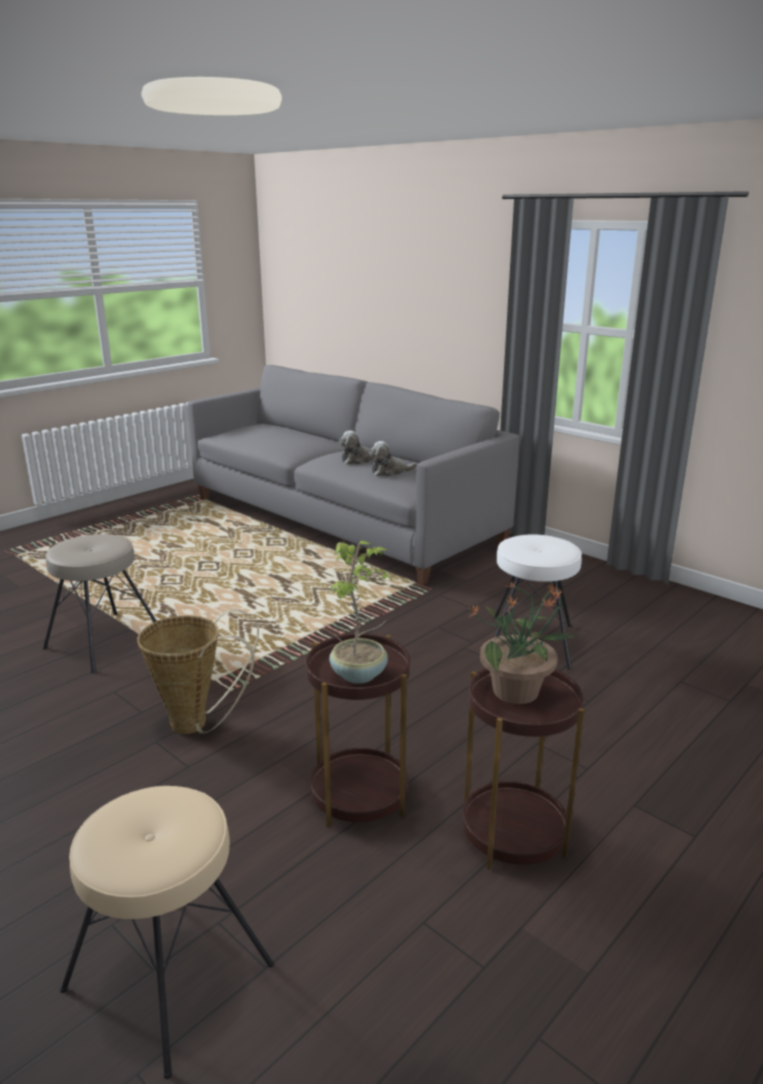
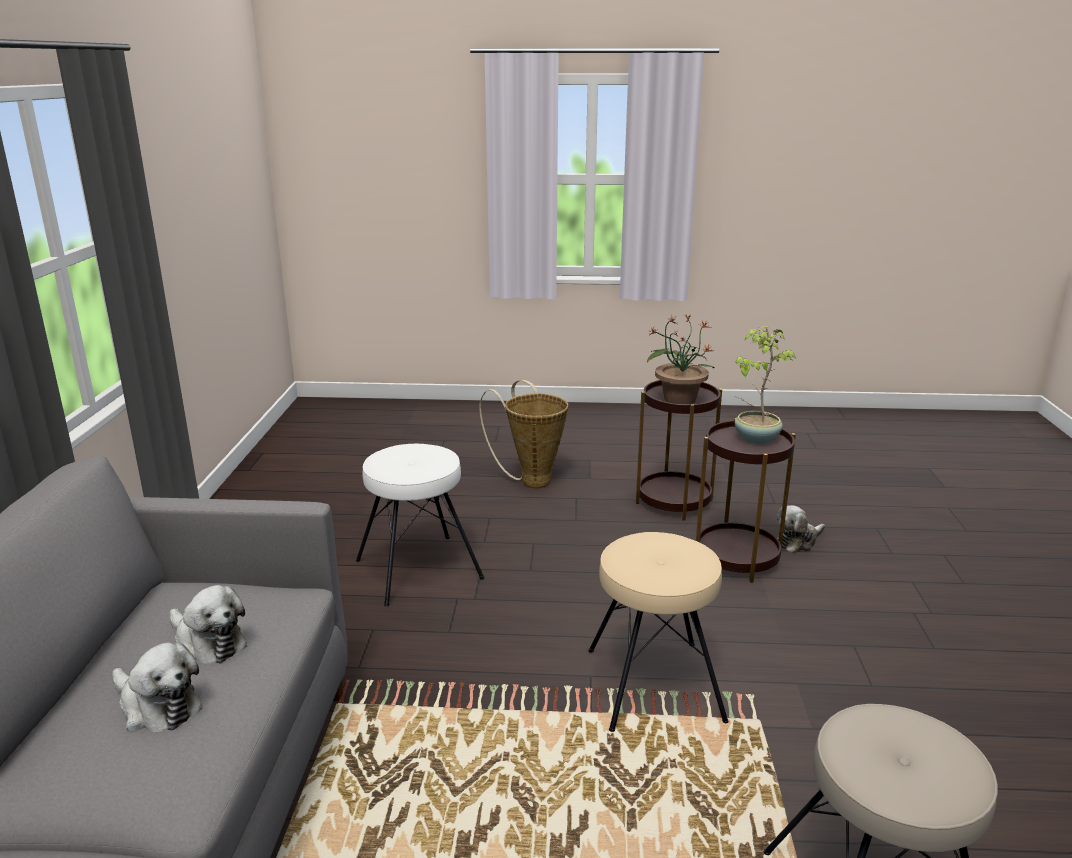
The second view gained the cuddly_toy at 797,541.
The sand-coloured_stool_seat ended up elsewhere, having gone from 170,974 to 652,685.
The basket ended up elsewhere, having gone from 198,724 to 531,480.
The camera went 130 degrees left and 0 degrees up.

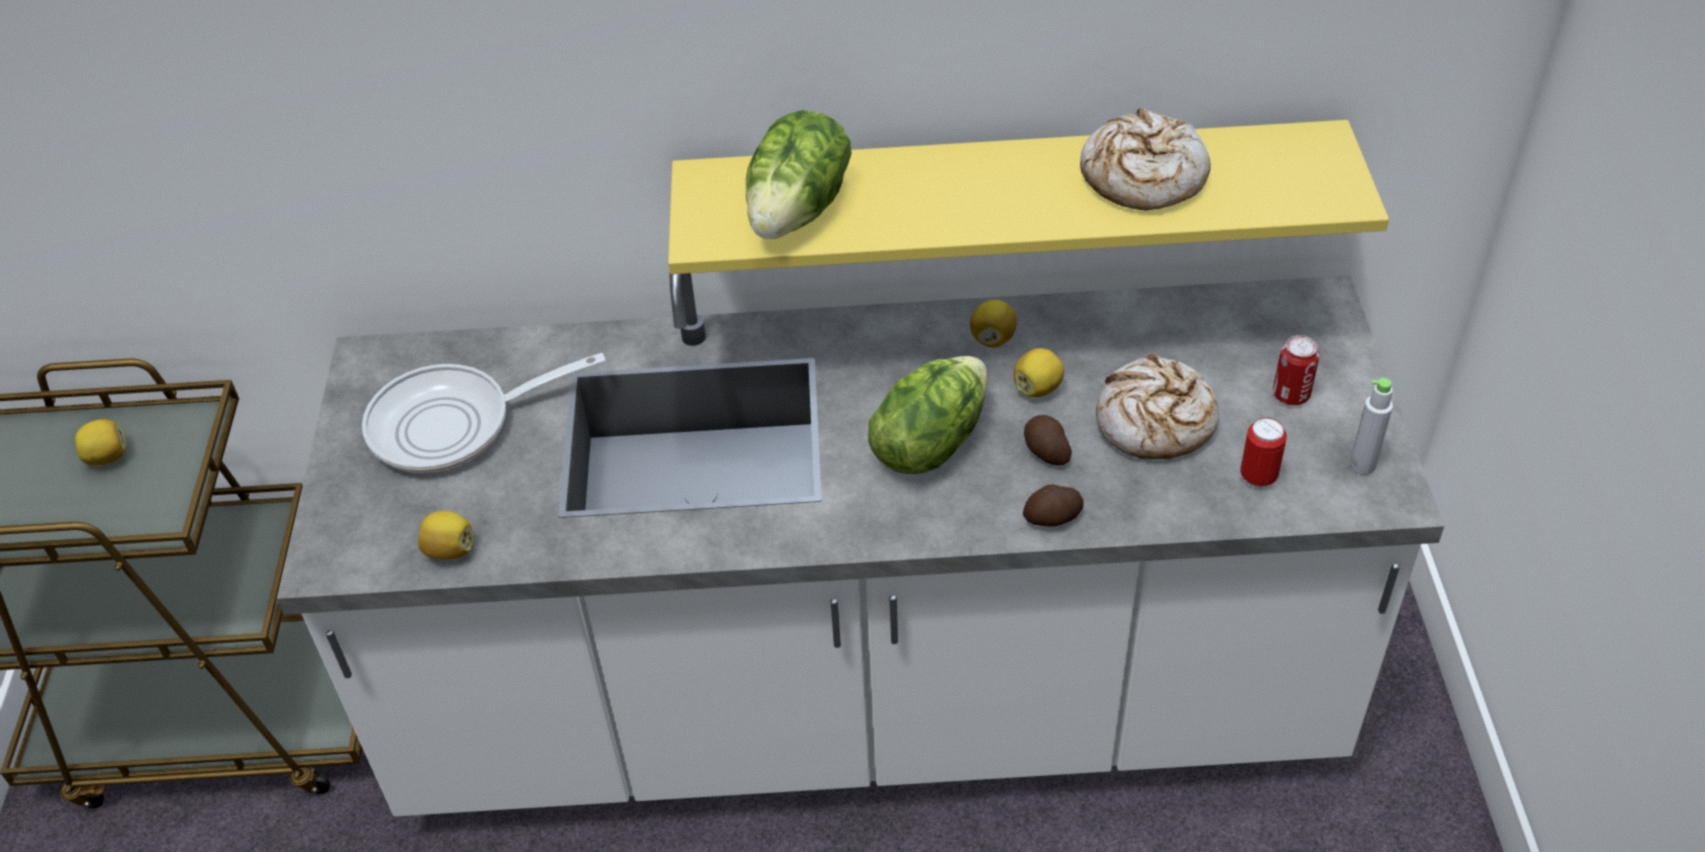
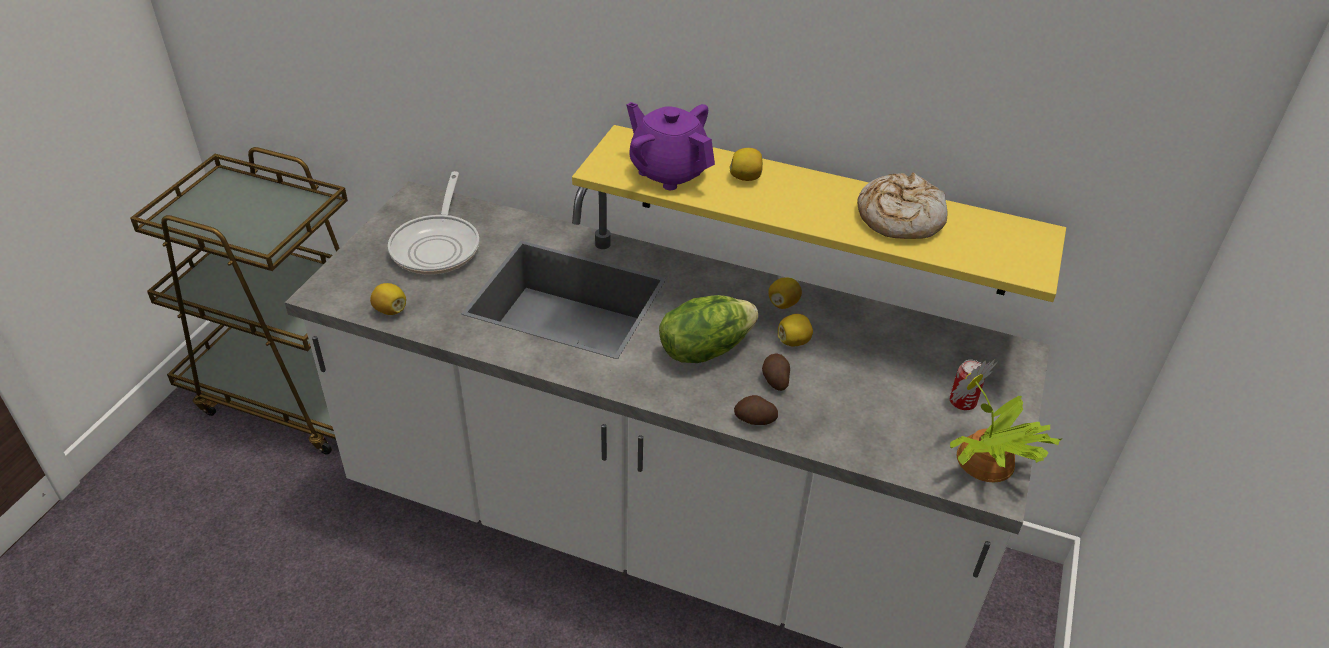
The second view lost the bakery_bread at 1154,422.
The second view lost the can at 1258,477.
The lemon ended up elsewhere, having gone from 108,457 to 746,177.
Where the lettuce stood at 800,210, the purple_tea_pot came to stand at 669,172.
Where the gray_bottle stood at 1362,465, the potted_plant came to stand at 986,463.
The pan at 454,425 ended up facing another way, 90 degrees counterclockwise from before.
The camera went 20 degrees right and 5 degrees down.

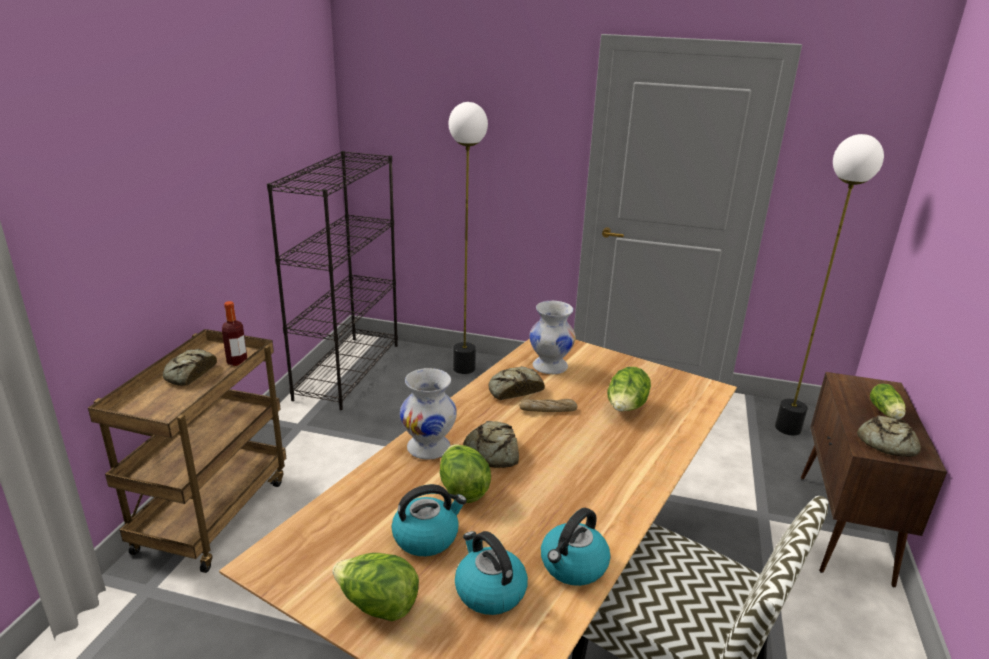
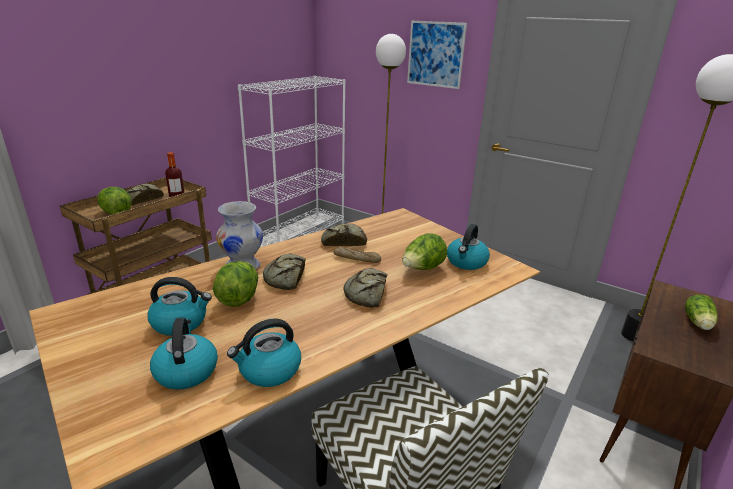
The second view lost the whitish_flower_vase at 550,367.
The second view gained the wall_picture at 435,54.
The second view gained the water_kettle at 466,262.
The lettuce ended up elsewhere, having gone from 377,606 to 116,213.
The bakery_bread ended up elsewhere, having gone from 885,443 to 367,294.
What was the black_bookcase at 348,370 turned into the whitish_bookcase at 300,233.
The camera went 20 degrees right and 0 degrees up.

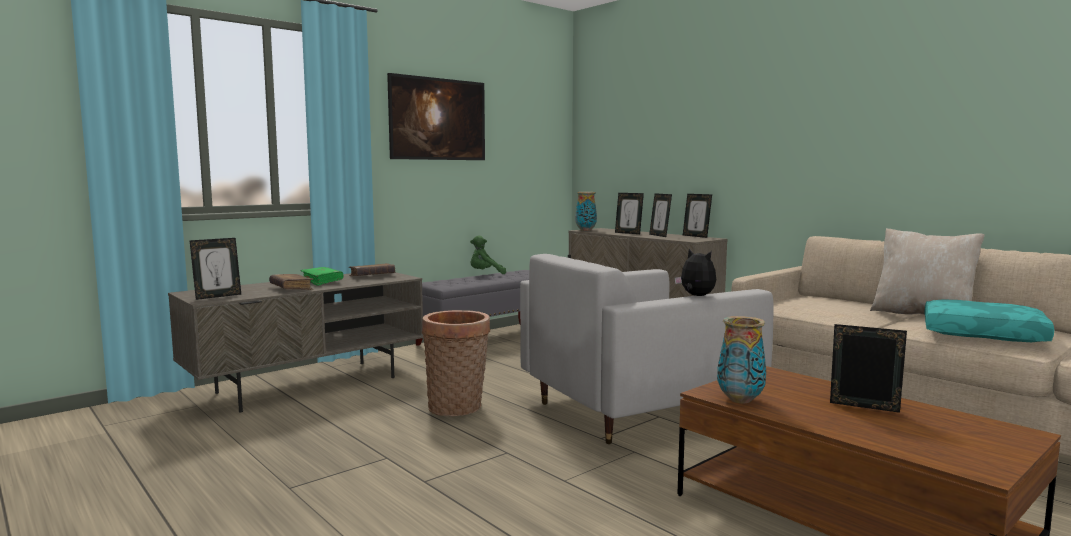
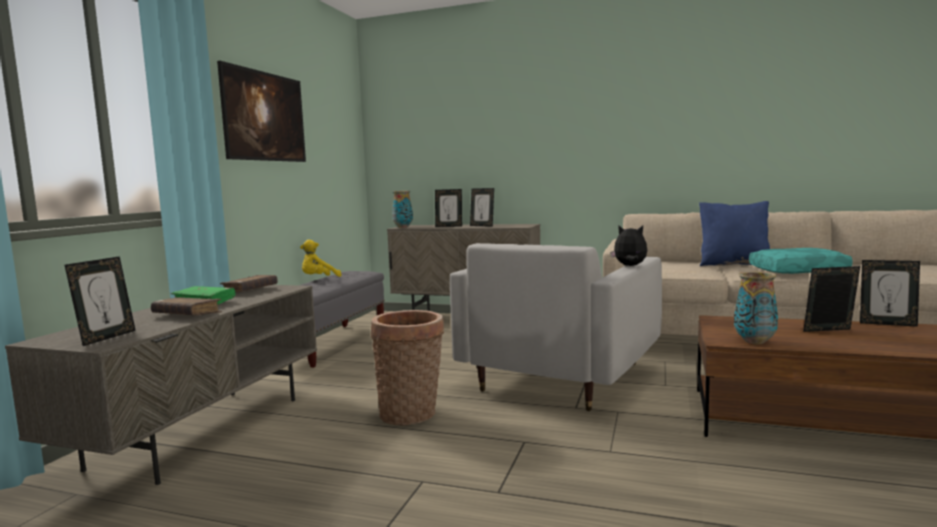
The picture_frame ended up elsewhere, having gone from 696,236 to 887,324.
What was the green-coloured_cuddly_toy at 485,274 turned into the yellow-coloured_cuddly_toy at 318,279.
What was the sand-coloured_pillow at 922,315 turned into the blue_pillow at 733,264.
The camera went 30 degrees left and 0 degrees up.

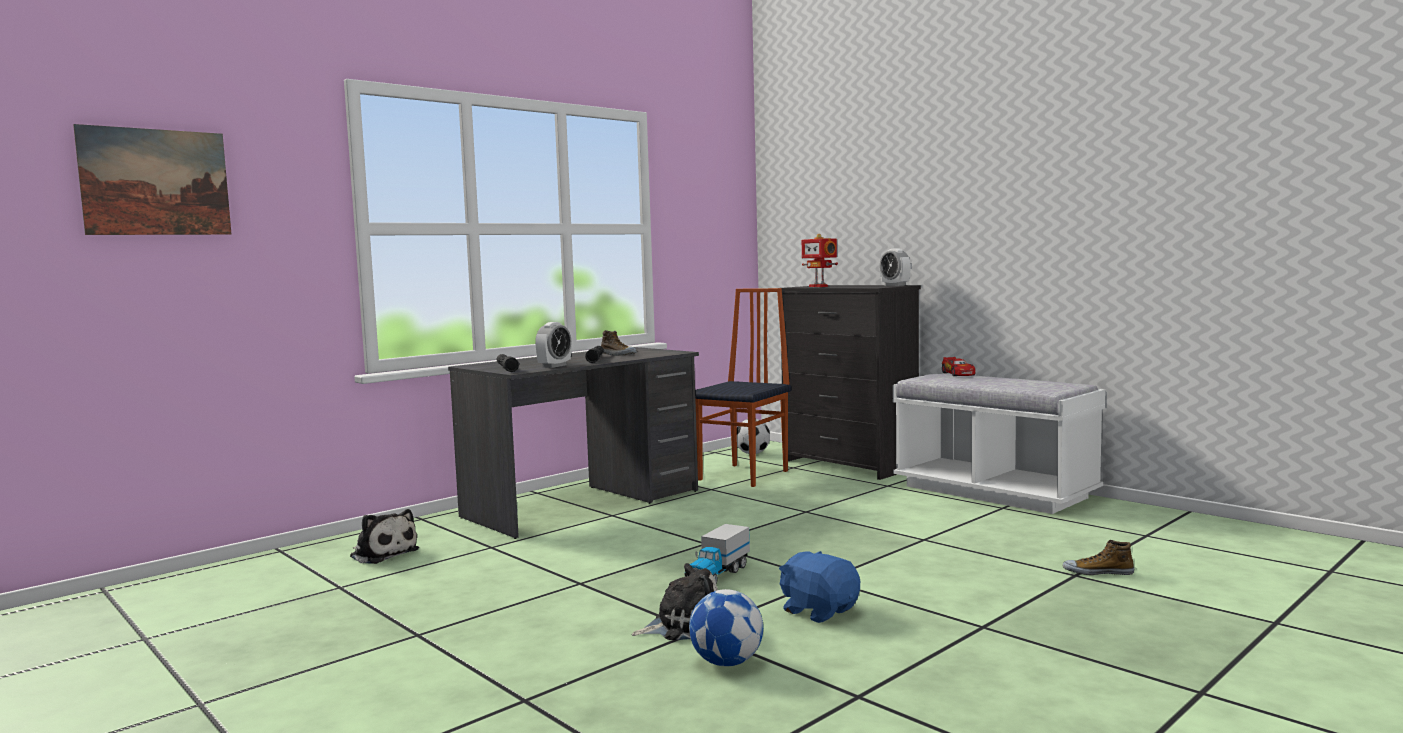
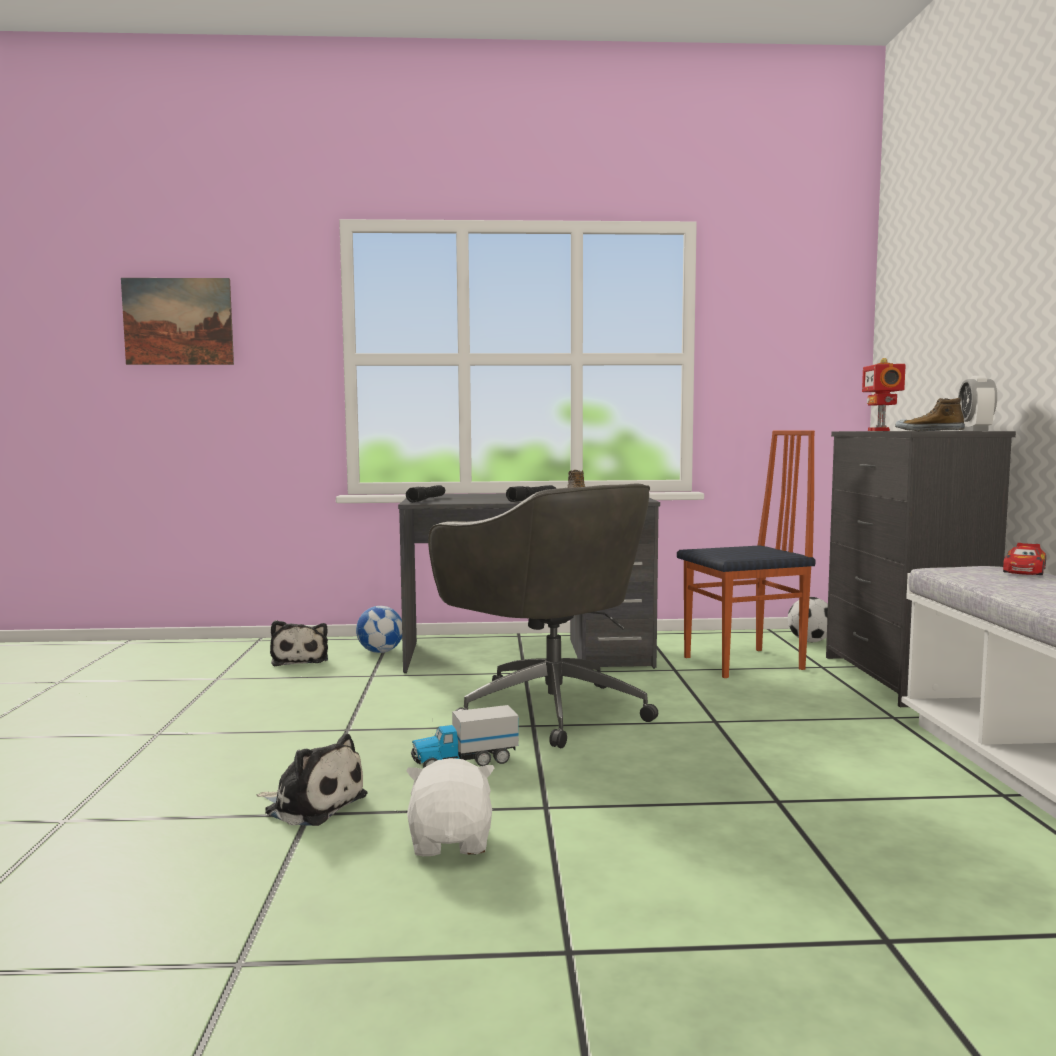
The second view lost the alarm_clock at 554,366.
The second view gained the gray_computer_chair at 549,709.
The ball_for_football ended up elsewhere, having gone from 726,662 to 380,652.
The item_of_footwear ended up elsewhere, having gone from 1097,572 to 929,431.
What was the blue_cuddly_toy at 819,611 turned into the whitish_cuddly_toy at 452,841.
The camera went 40 degrees right and 0 degrees up.

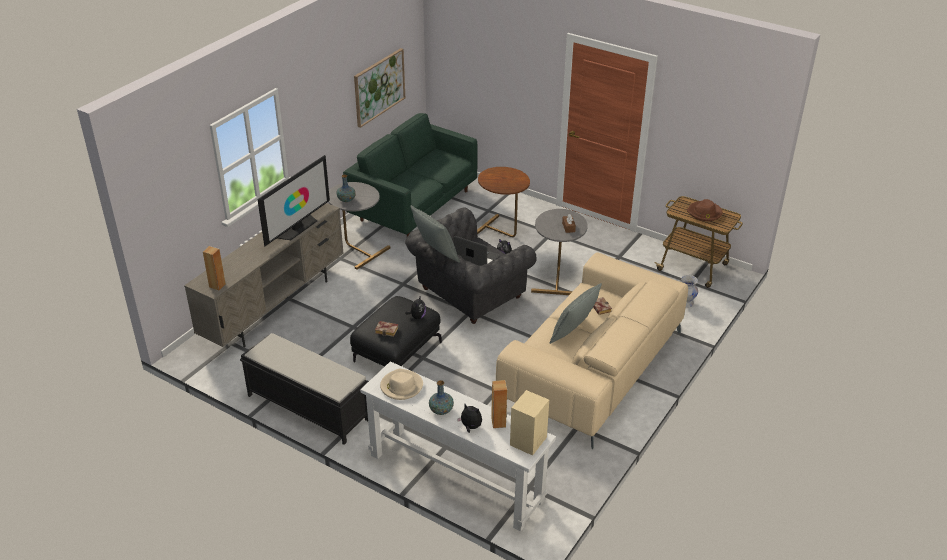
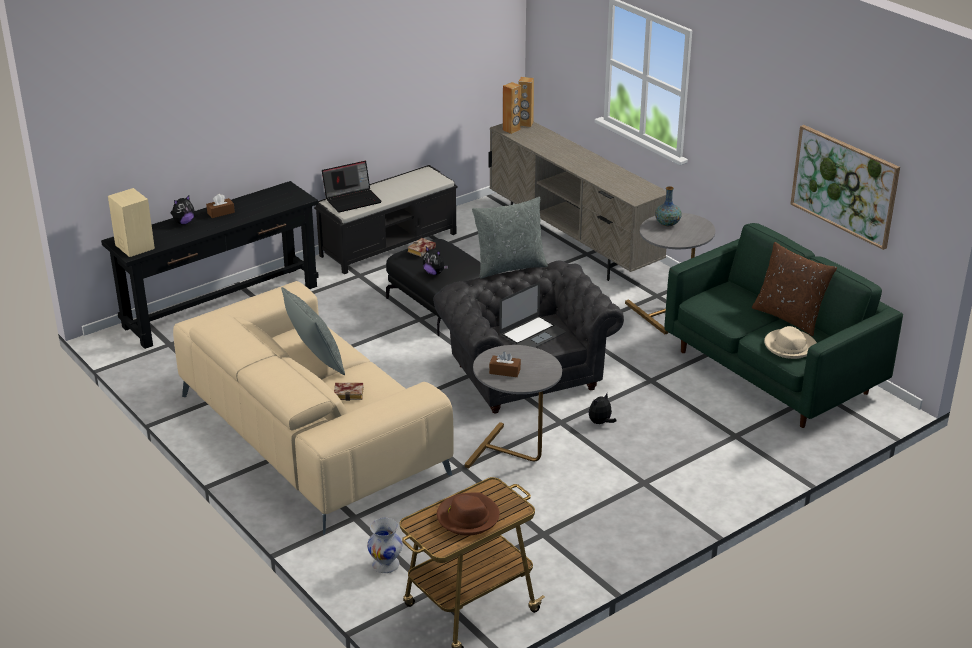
The second view lost the TV_set at 297,227.
The second view lost the brownish_end_table at 501,233.
The second view gained the notebook_computer at 353,200.
The second view gained the brownish_pillow at 789,317.
The sand-coloured_clothing_hat ended up elsewhere, having gone from 401,386 to 789,346.
The brownish_speaker ended up elsewhere, having gone from 498,422 to 525,124.
Where the flower_vase stood at 441,410, the brownish_box_of_tissues came to stand at 221,213.
What was the whitish_narrow_table at 456,477 turned into the black_narrow_table at 222,306.
The camera went 110 degrees right and 5 degrees down.

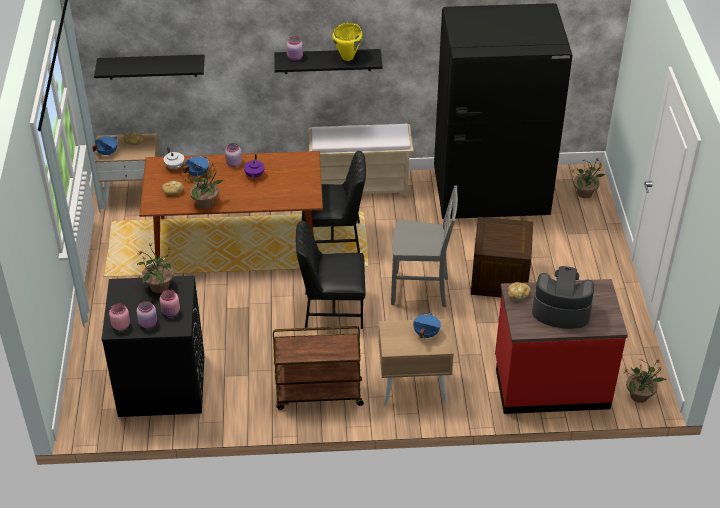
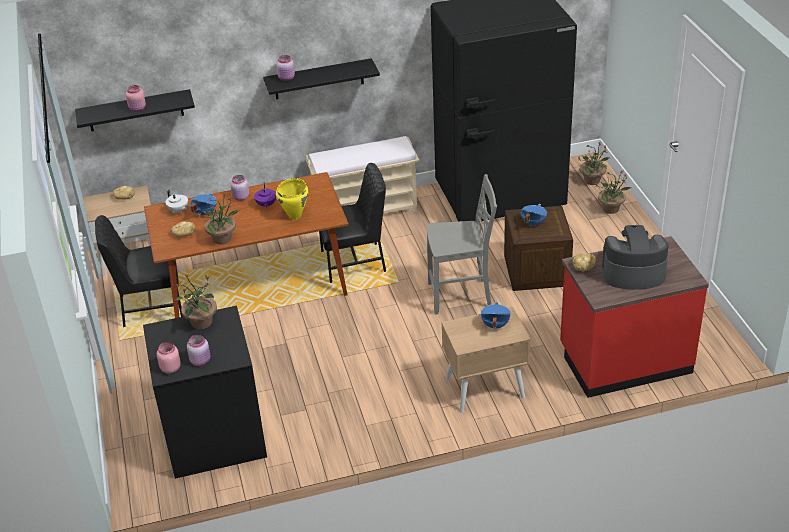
The second view lost the brownish_cart at 318,395.
The blue_stockpot ended up elsewhere, having gone from 106,152 to 532,223.
The pinkish_preserve_jar ended up elsewhere, having gone from 171,312 to 138,109.
The black_upright_chair ended up elsewhere, having gone from 332,309 to 150,306.
The yellow-coloured_stockpot ended up elsewhere, having gone from 348,57 to 295,215.
The potted_plant ended up elsewhere, having gone from 640,396 to 611,209.
The camera went 10 degrees left and 5 degrees down.

